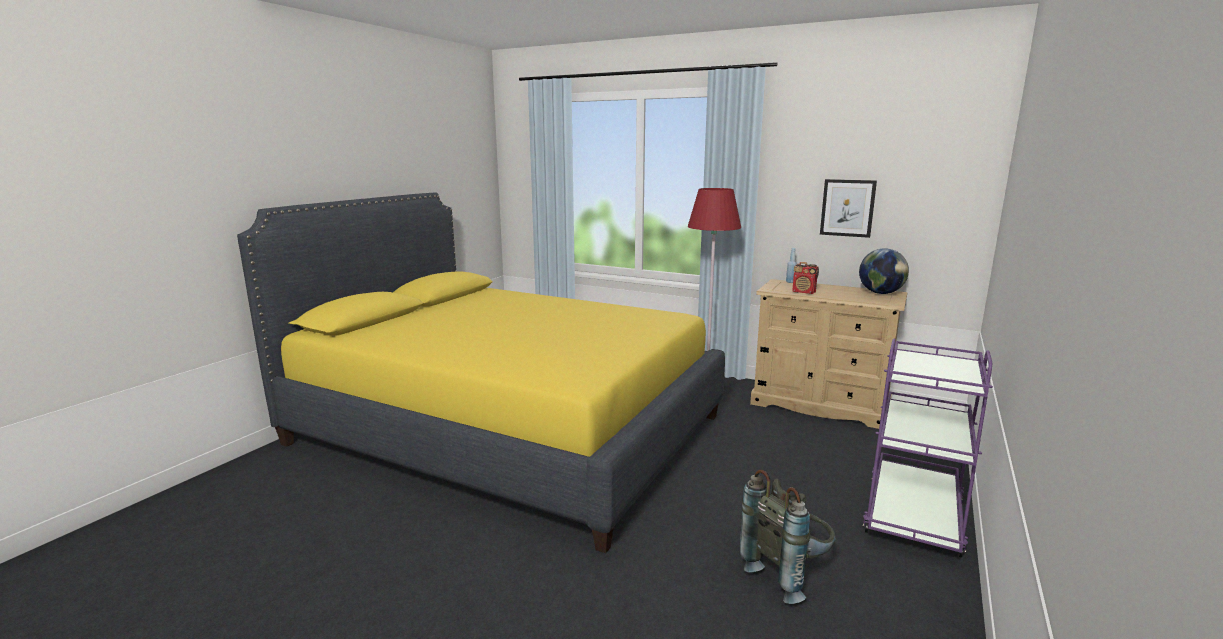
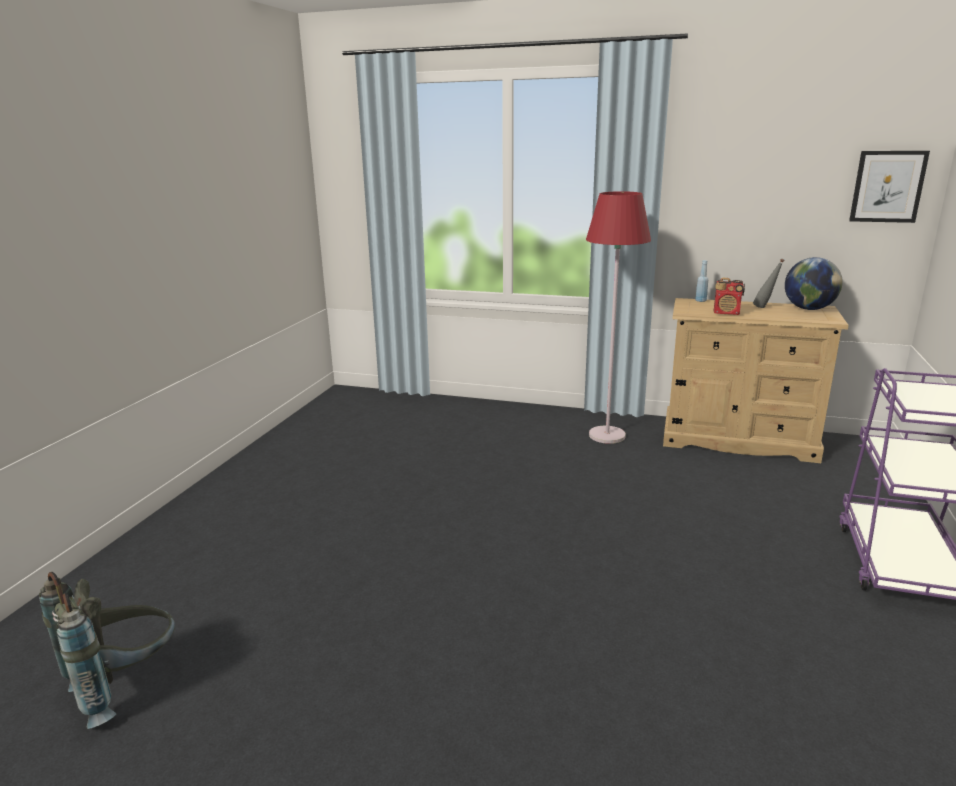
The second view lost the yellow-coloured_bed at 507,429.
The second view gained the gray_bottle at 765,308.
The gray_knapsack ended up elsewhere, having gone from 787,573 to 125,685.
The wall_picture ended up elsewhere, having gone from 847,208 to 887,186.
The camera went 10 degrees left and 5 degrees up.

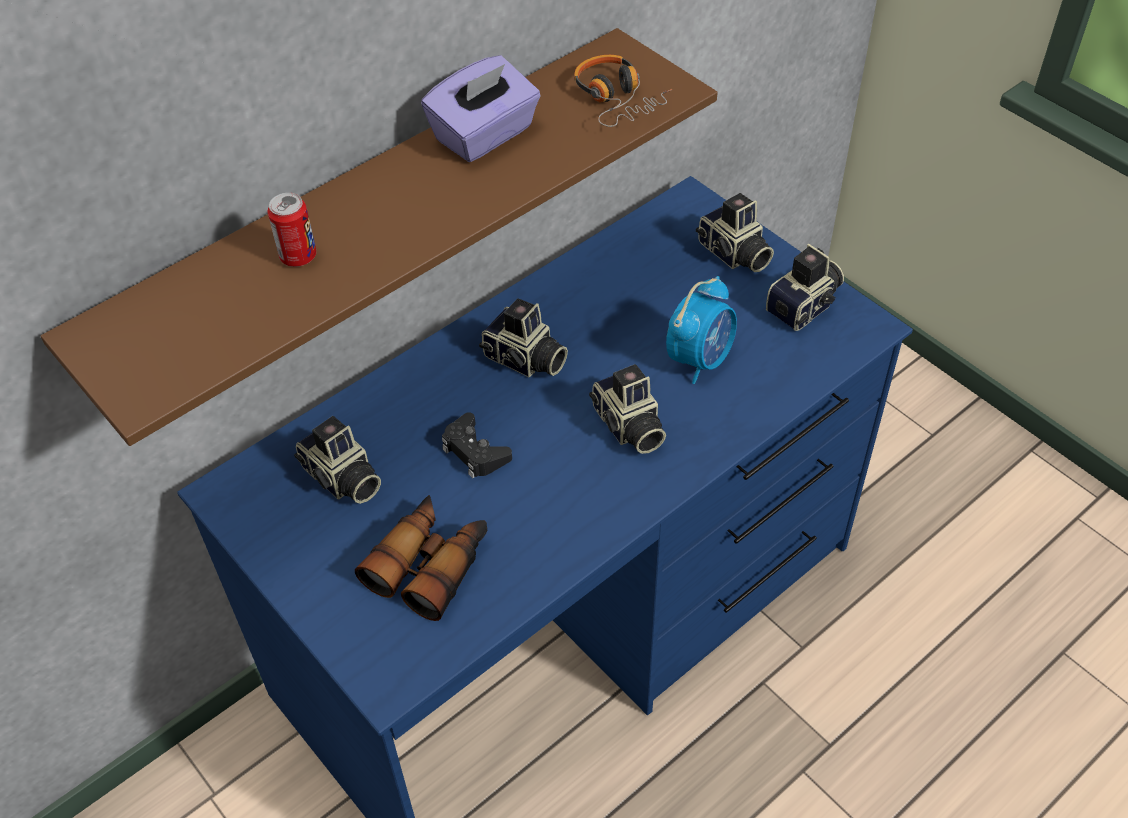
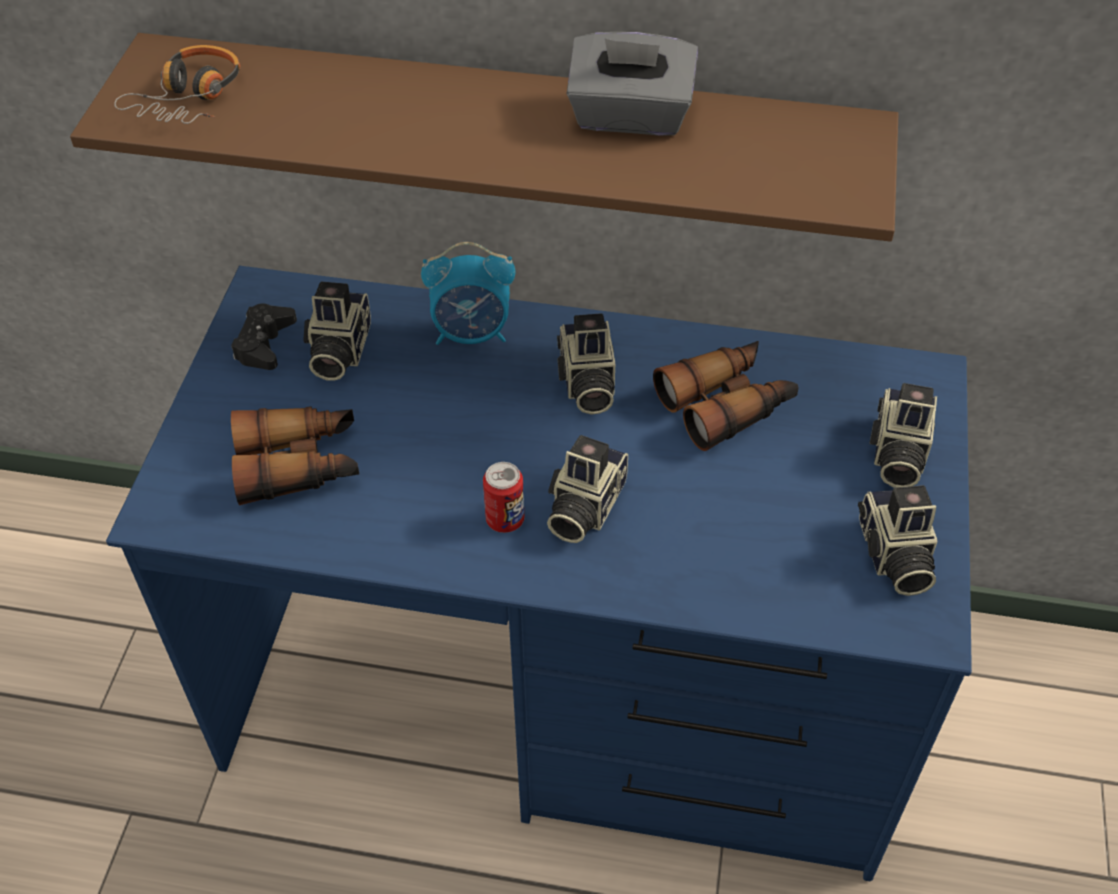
The second view gained the field_glasses at 727,403.
The can ended up elsewhere, having gone from 298,257 to 505,520.
The black_gamepad ended up elsewhere, having gone from 475,452 to 264,343.
The headphones ended up elsewhere, having gone from 617,99 to 190,98.
The alarm_clock ended up elsewhere, having gone from 700,359 to 472,333.
What was the purple_box_of_tissues at 485,135 turned into the gray_box_of_tissues at 630,117.
The still_camera at 806,306 ended up facing another way, 75 degrees clockwise from before.
The camera went 50 degrees right and 0 degrees up.

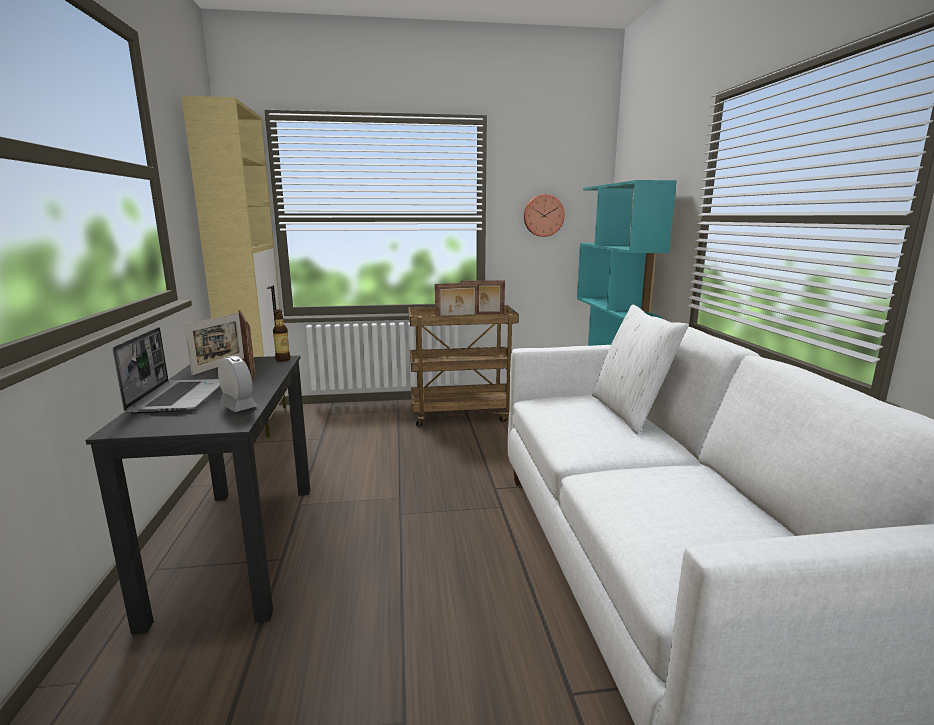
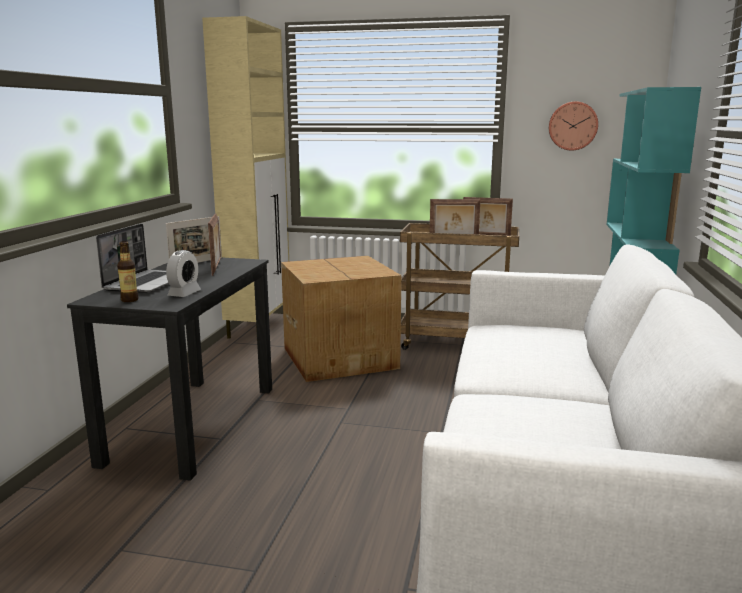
The second view lost the whitish_pillow at 629,412.
The second view gained the carton at 340,357.
The bottle ended up elsewhere, having gone from 283,359 to 129,300.
The alarm_clock at 238,406 ended up facing another way, 45 degrees clockwise from before.
The camera went 20 degrees right and 0 degrees up.

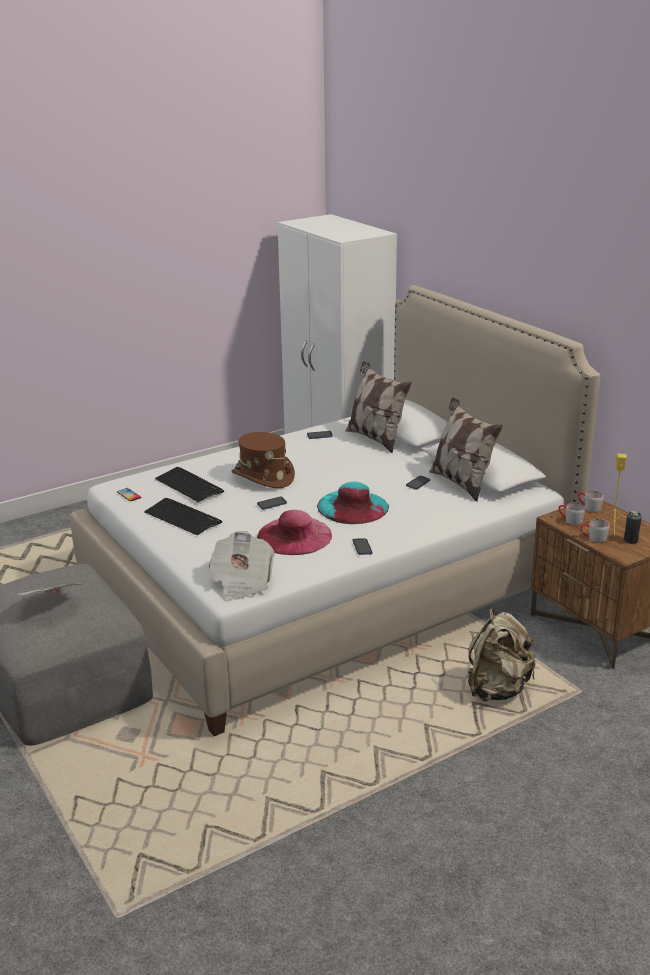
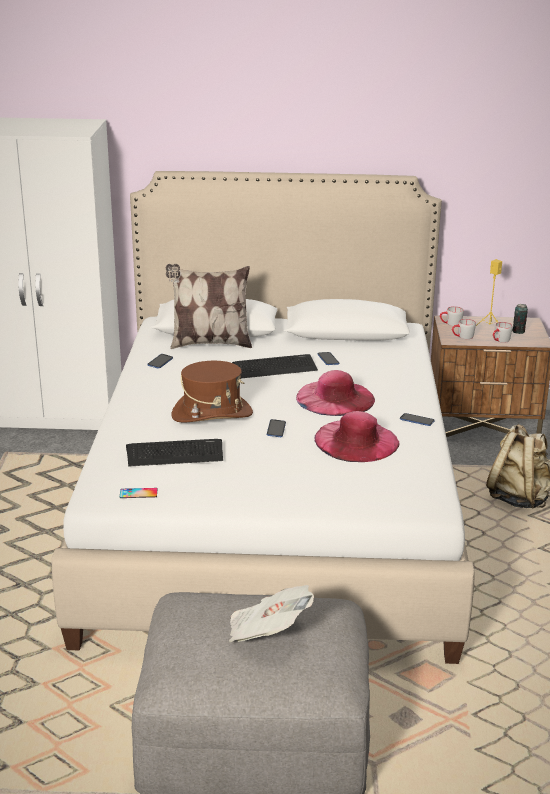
The second view lost the newspaper at 242,582.
The second view lost the pillow at 461,483.
The keyboard ended up elsewhere, having gone from 183,517 to 275,367.
What was the blue-green_clothing_hat at 353,507 turned into the pinkish_clothing_hat at 335,398.
The camera went 55 degrees left and 0 degrees up.

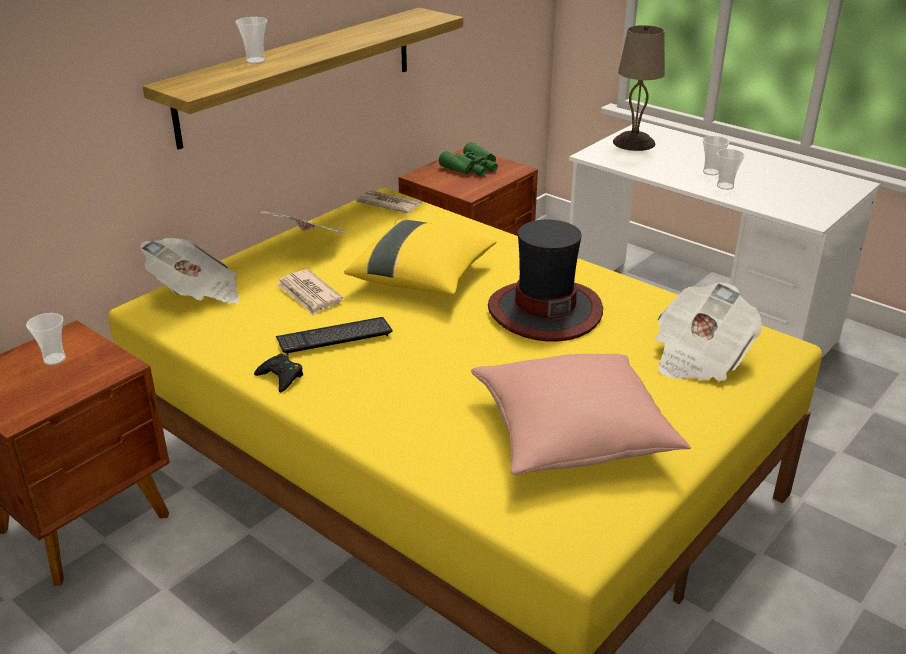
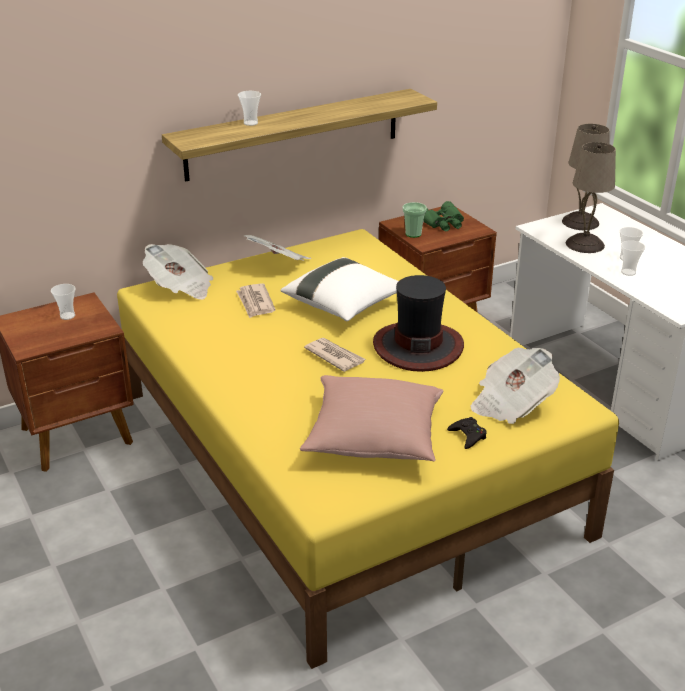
The second view lost the keyboard at 334,337.
The second view gained the small_cup at 413,234.
The second view gained the sand-coloured_table_lamp at 585,244.
The black_gamepad ended up elsewhere, having gone from 281,377 to 468,436.
The newspaper ended up elsewhere, having gone from 389,204 to 334,356.
What was the yellow-coloured_pillow at 423,278 turned into the whitish_pillow at 344,305.
The camera went 20 degrees right and 0 degrees up.

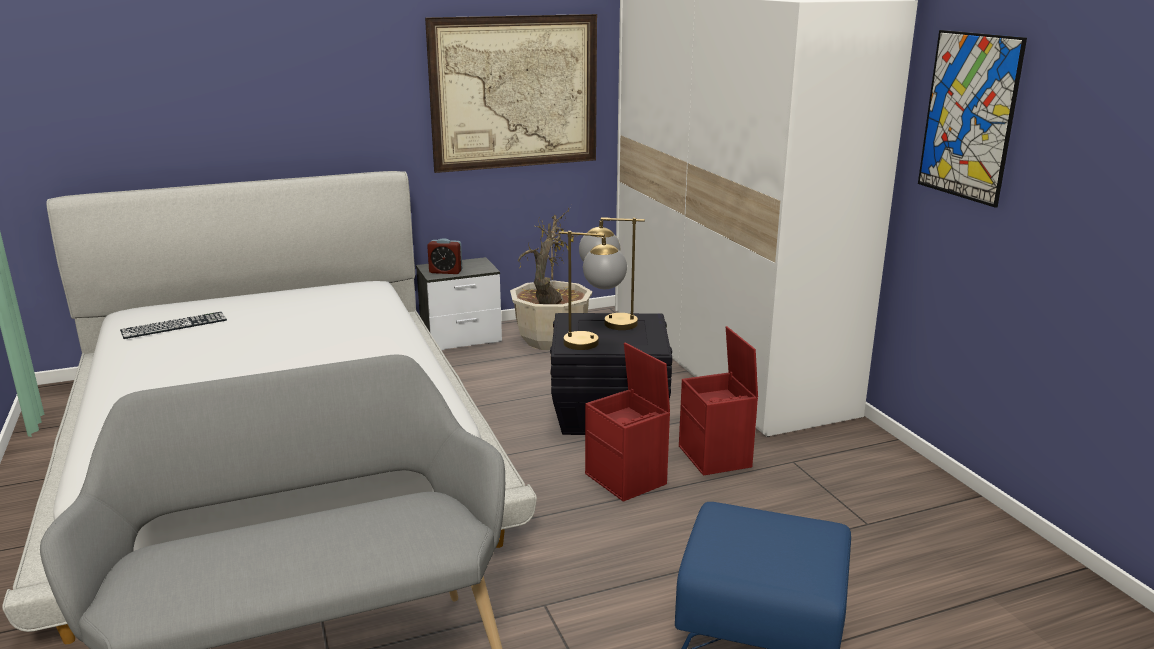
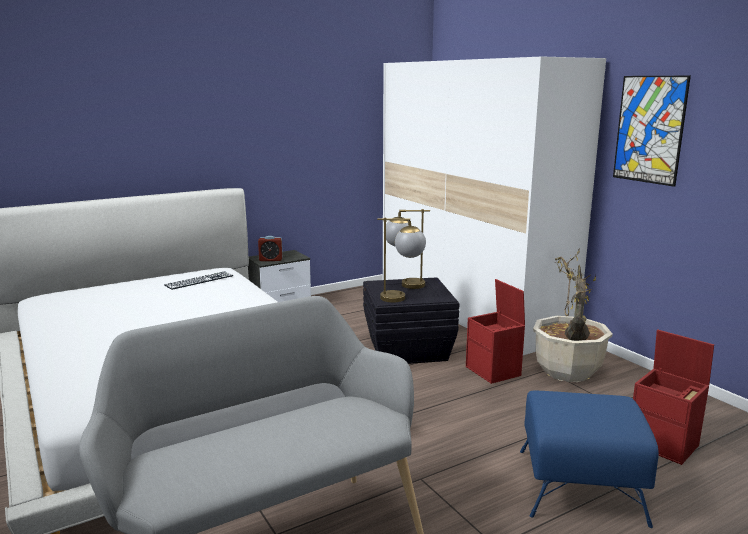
The second view lost the wall_picture at 515,92.
The keyboard ended up elsewhere, having gone from 174,325 to 199,280.
The potted_plant ended up elsewhere, having gone from 550,341 to 567,372.
The red-coloured_storage_box ended up elsewhere, having gone from 627,479 to 664,444.
The camera went 10 degrees left and 5 degrees down.

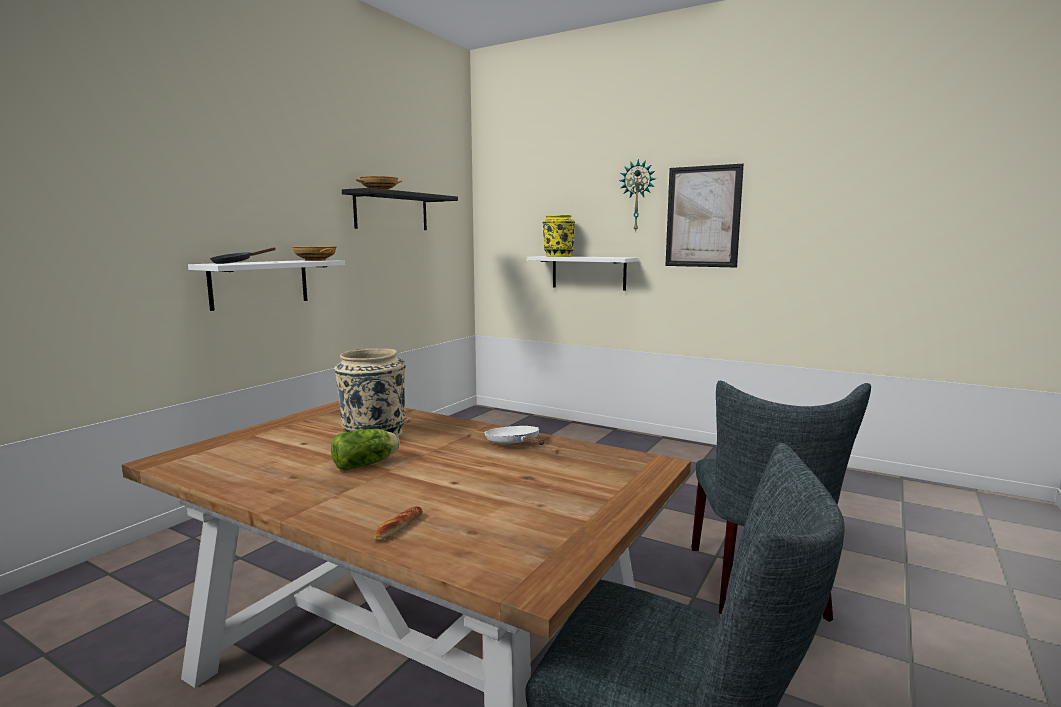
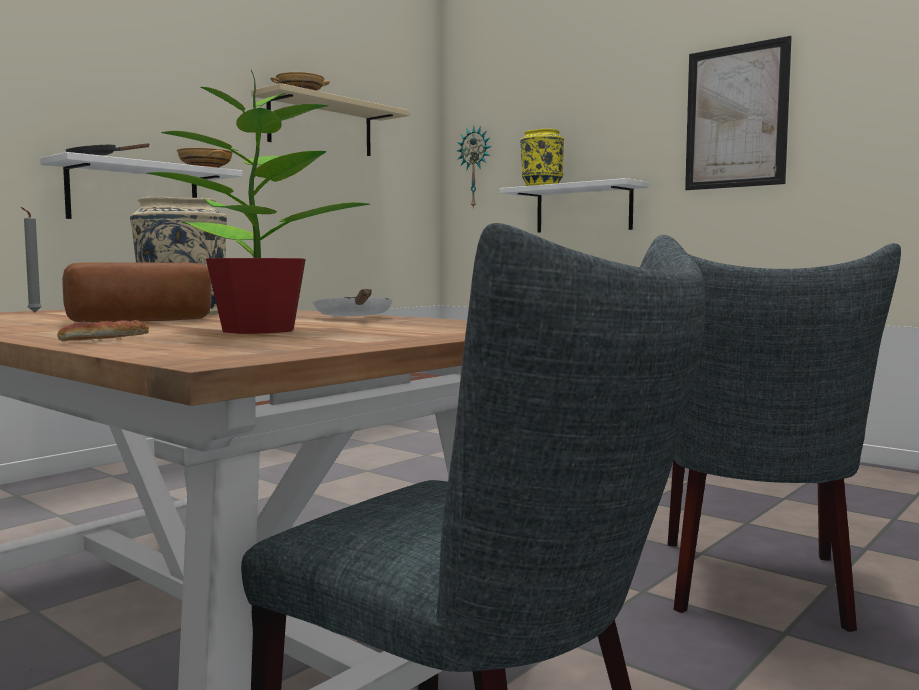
The second view gained the gray_wax_light at 33,312.
The second view gained the potted_plant at 256,330.
The wall_clock ended up elsewhere, having gone from 638,196 to 475,167.
Where the lettuce stood at 367,464, the bakery_bread came to stand at 142,321.
What was the black_shelf at 391,211 turned into the sand-coloured_shelf at 321,126.
The camera went 10 degrees right and 5 degrees down.

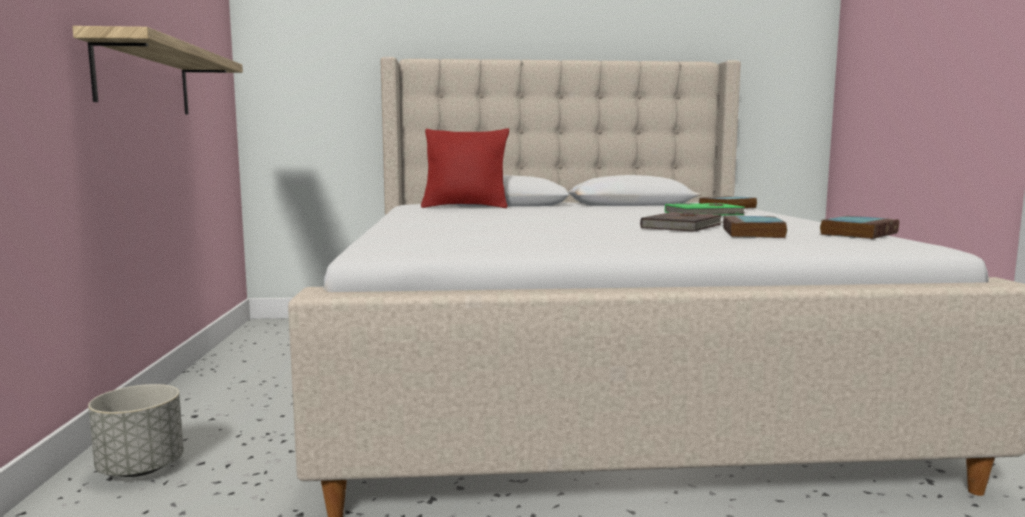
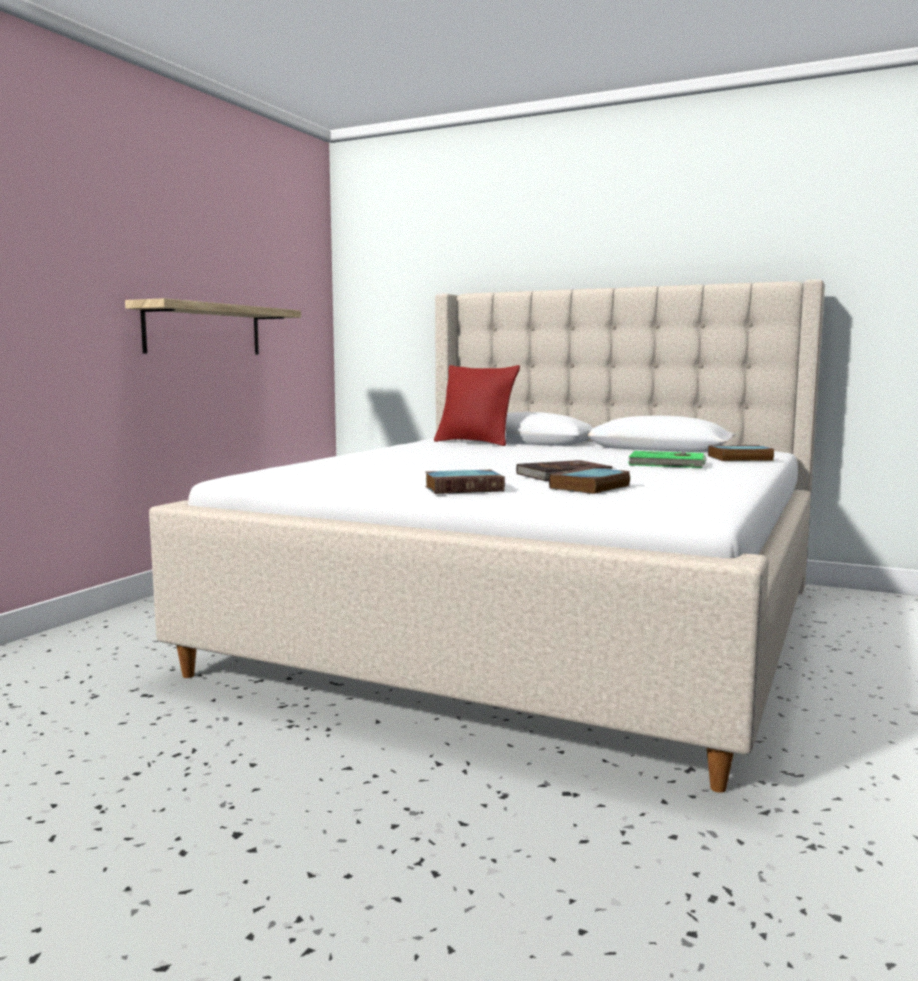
The second view lost the gray_flower_pot at 140,469.
The bound_book ended up elsewhere, having gone from 858,233 to 465,488.
The camera went 30 degrees right and 0 degrees up.

